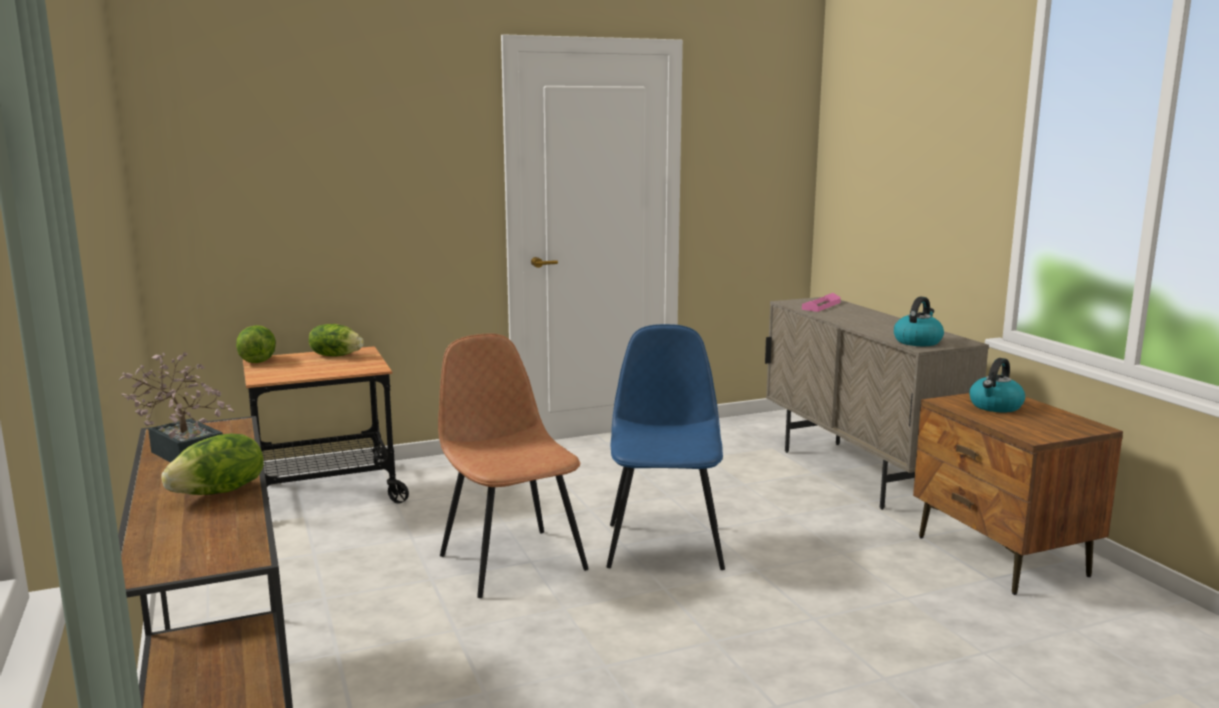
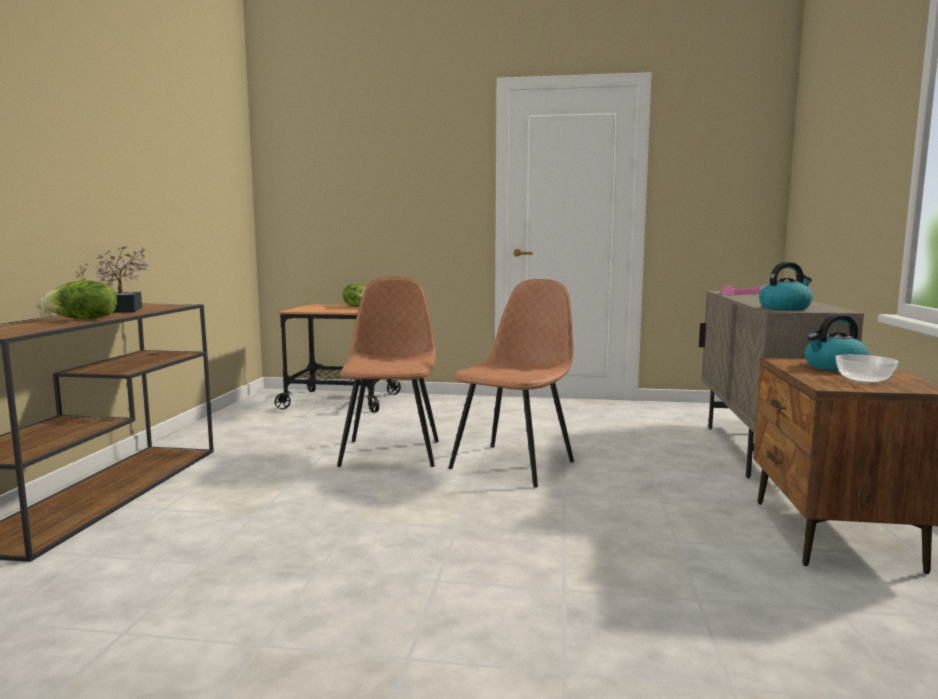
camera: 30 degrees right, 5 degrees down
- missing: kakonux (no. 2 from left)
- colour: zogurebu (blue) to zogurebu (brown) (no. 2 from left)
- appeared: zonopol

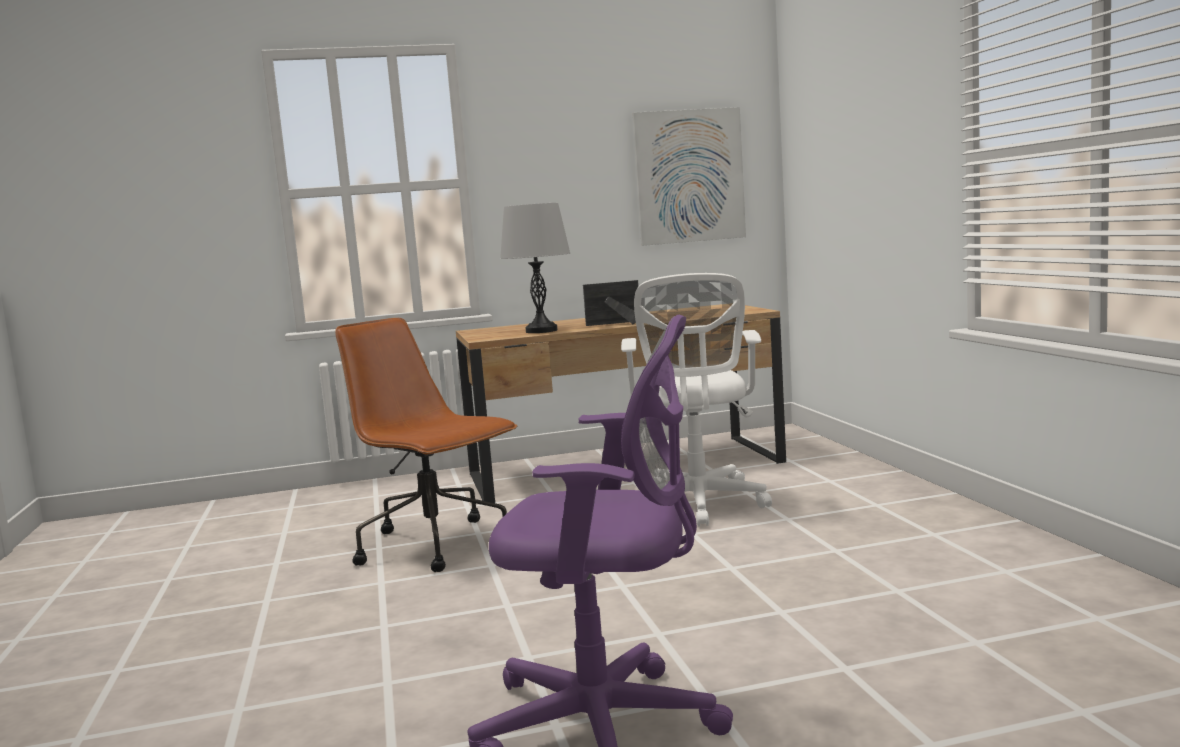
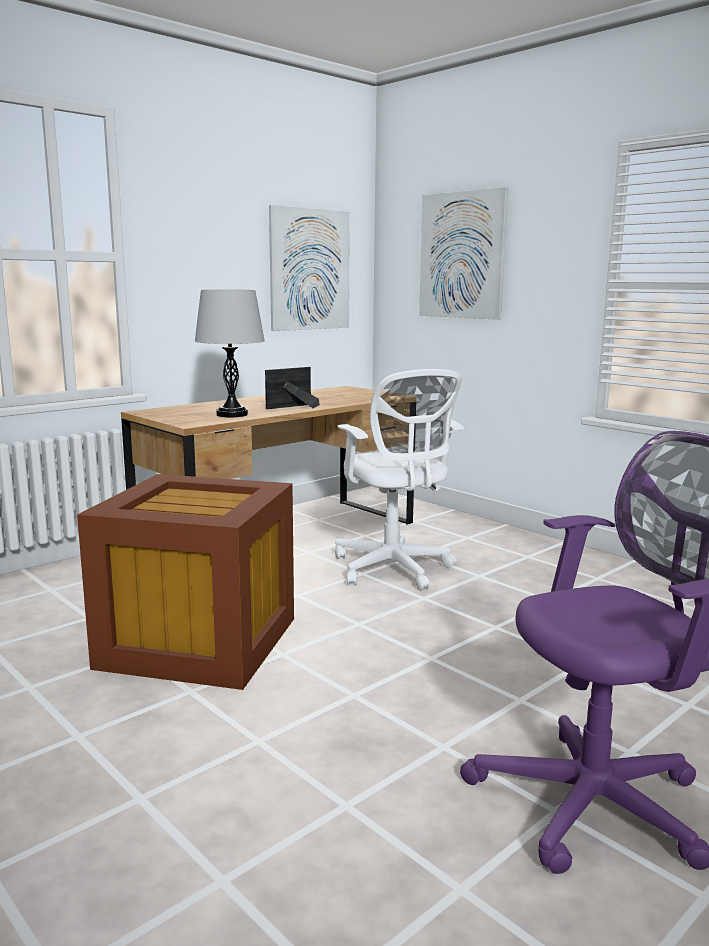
camera: 30 degrees left, 5 degrees up
- exchanged: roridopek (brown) to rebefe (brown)
- appeared: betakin (no. 2 from left)

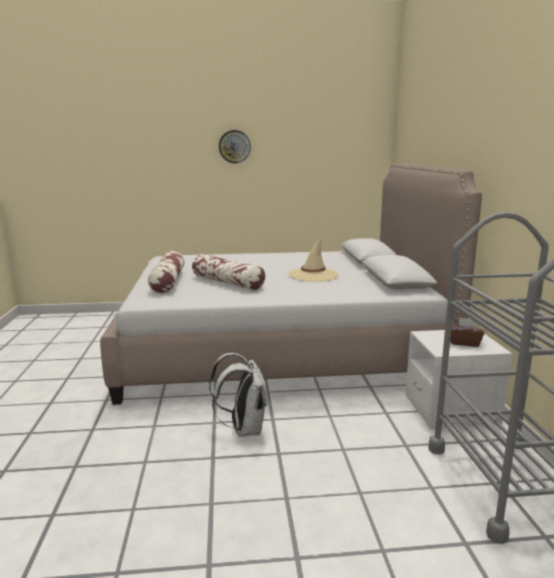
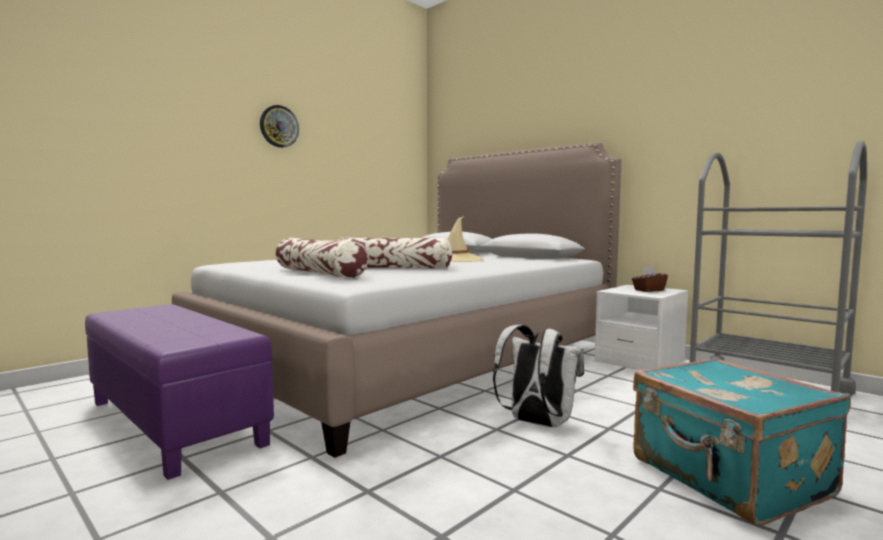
camera: 40 degrees left, 10 degrees down
- appeared: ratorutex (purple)
- appeared: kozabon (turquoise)

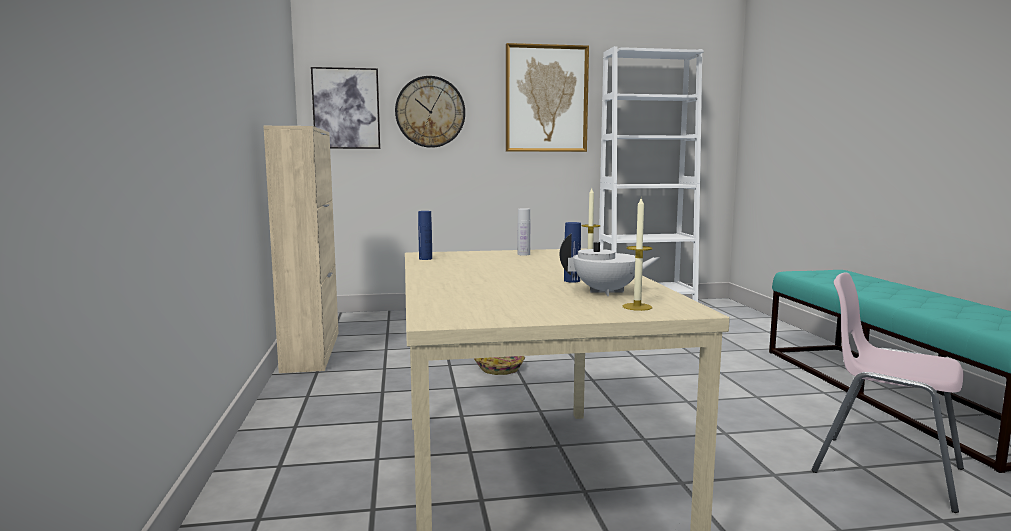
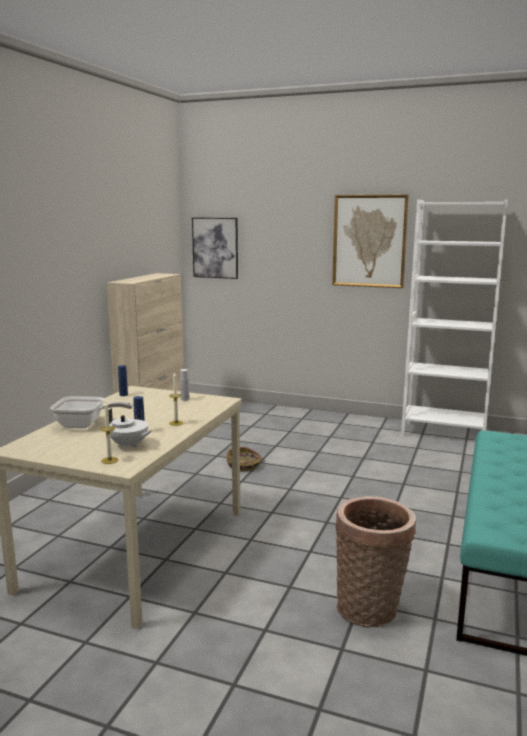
camera: 30 degrees right, 5 degrees up
- missing: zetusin
- exchanged: zogurebu (pink) to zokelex (no. 2 from left)
- appeared: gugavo

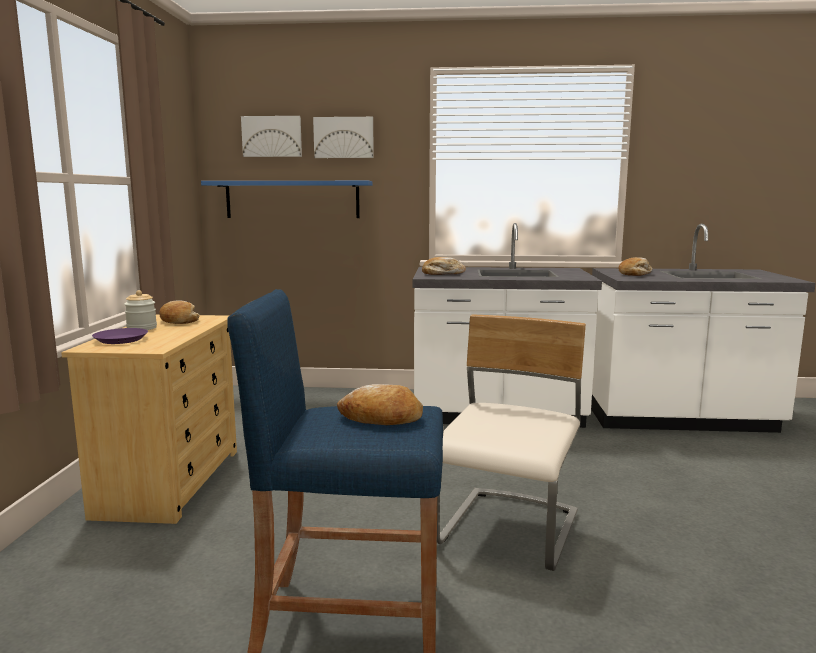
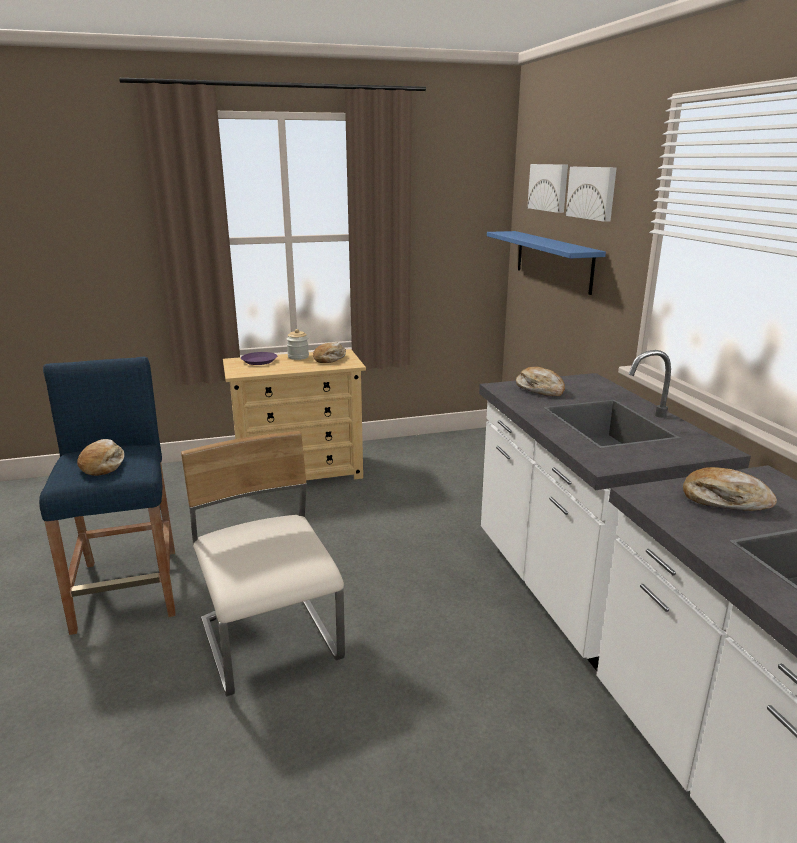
camera: 70 degrees right, 10 degrees up
- spun: zogurebu (beige) 120 degrees counterclockwise

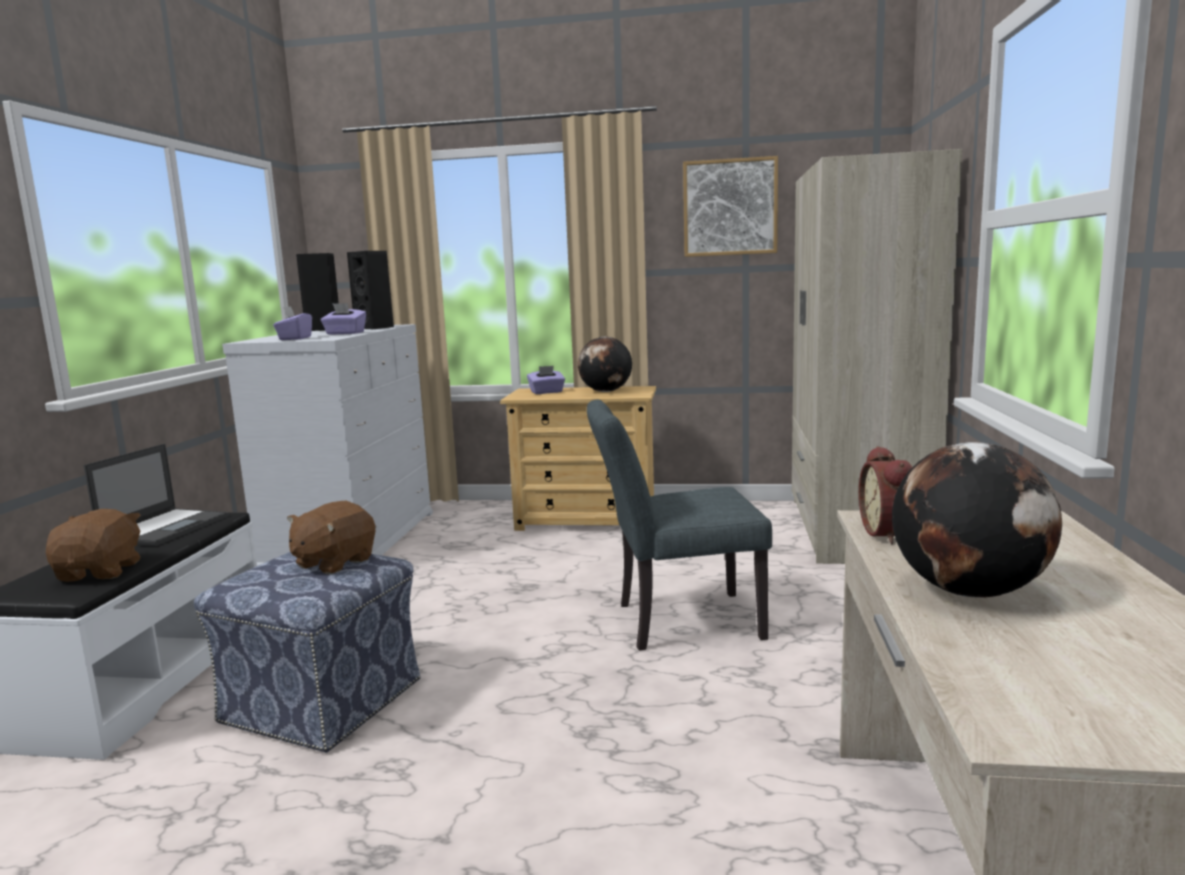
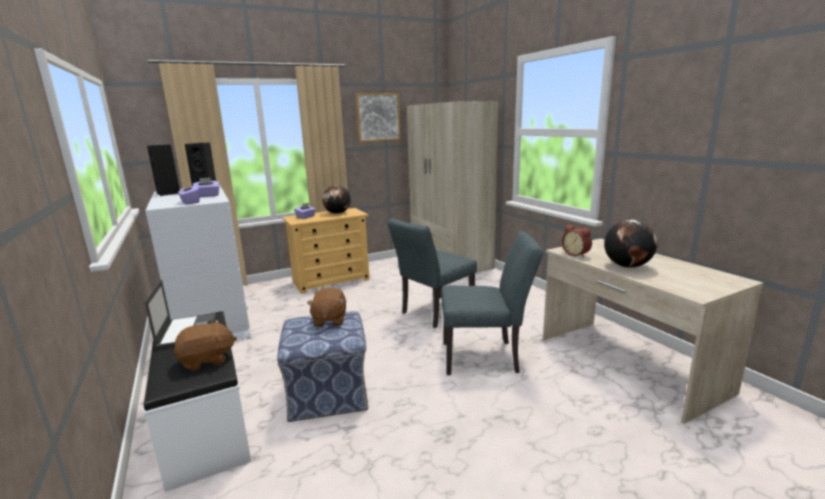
camera: 35 degrees left, 5 degrees up
- spun: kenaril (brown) (no. 1 from left) 105 degrees clockwise
- appeared: zogurebu (grey) (no. 2 from left)

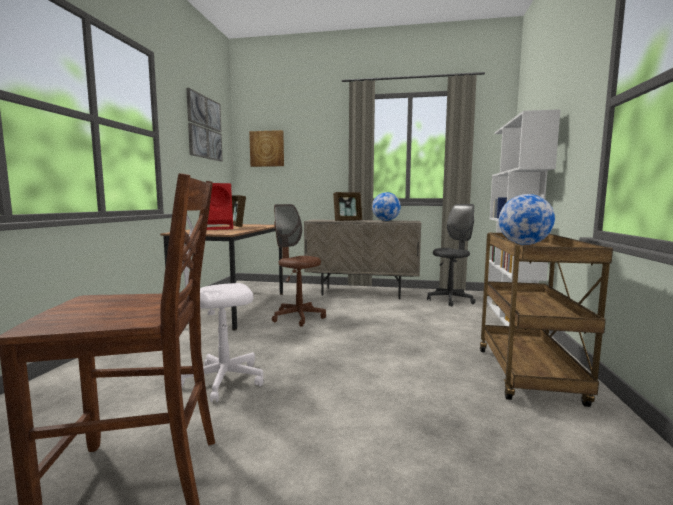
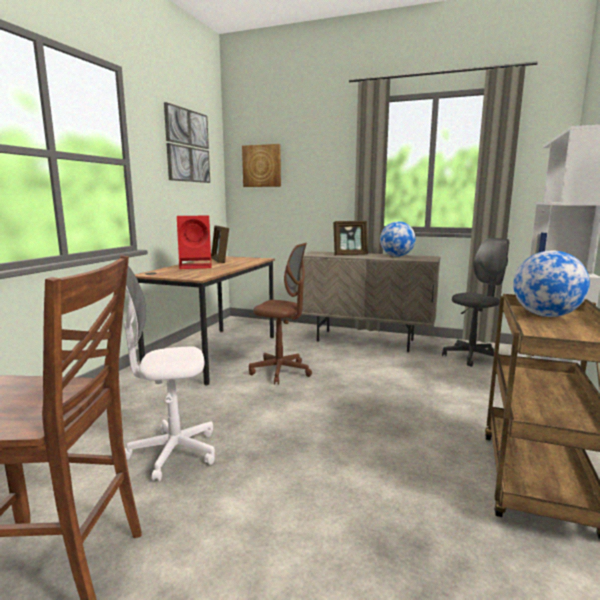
camera: 10 degrees right, 5 degrees up
- spun: roridopek (brown) 150 degrees clockwise

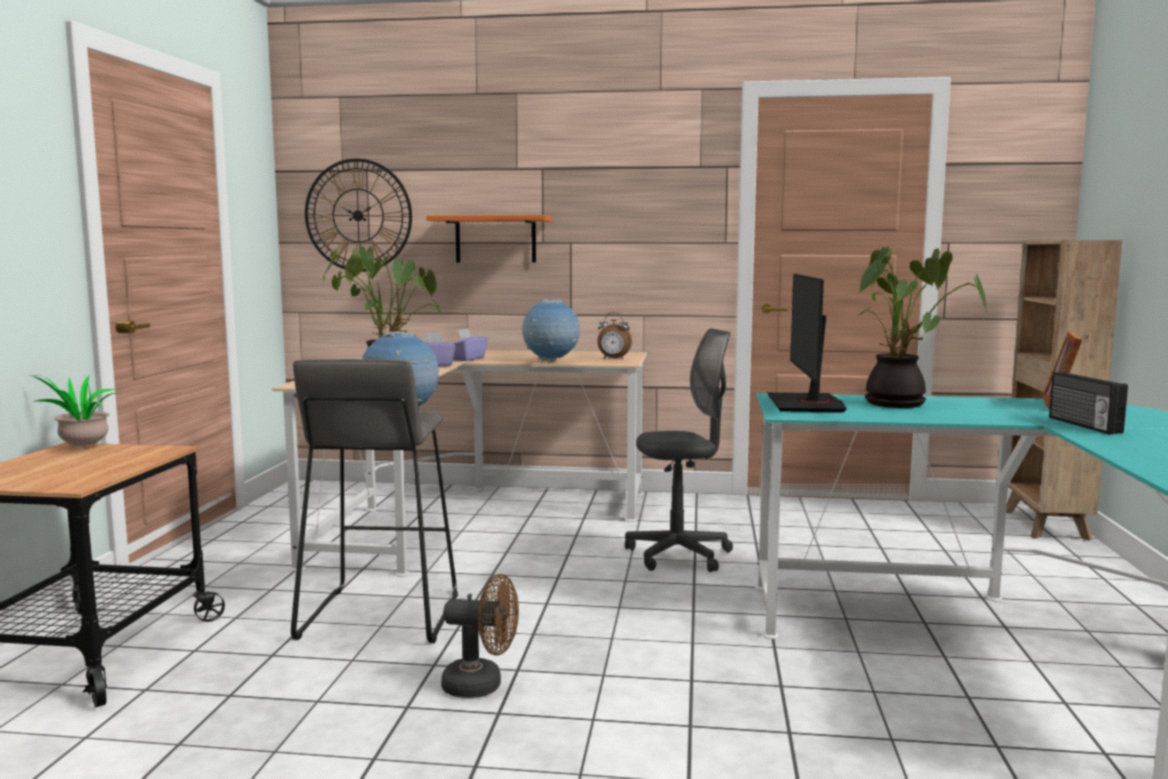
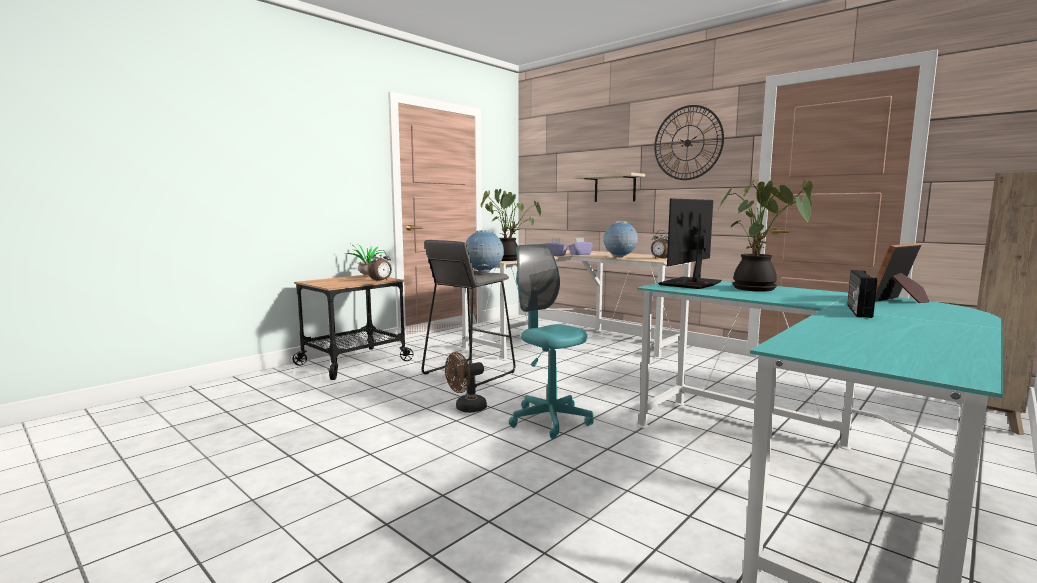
camera: 35 degrees right, 0 degrees up
- relocated: zetusin
- colour: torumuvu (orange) to torumuvu (beige)
- spun: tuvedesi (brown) 105 degrees clockwise
- missing: roridopek (grey)
- appeared: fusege (no. 1 from left)
- appeared: roridopek (turquoise)

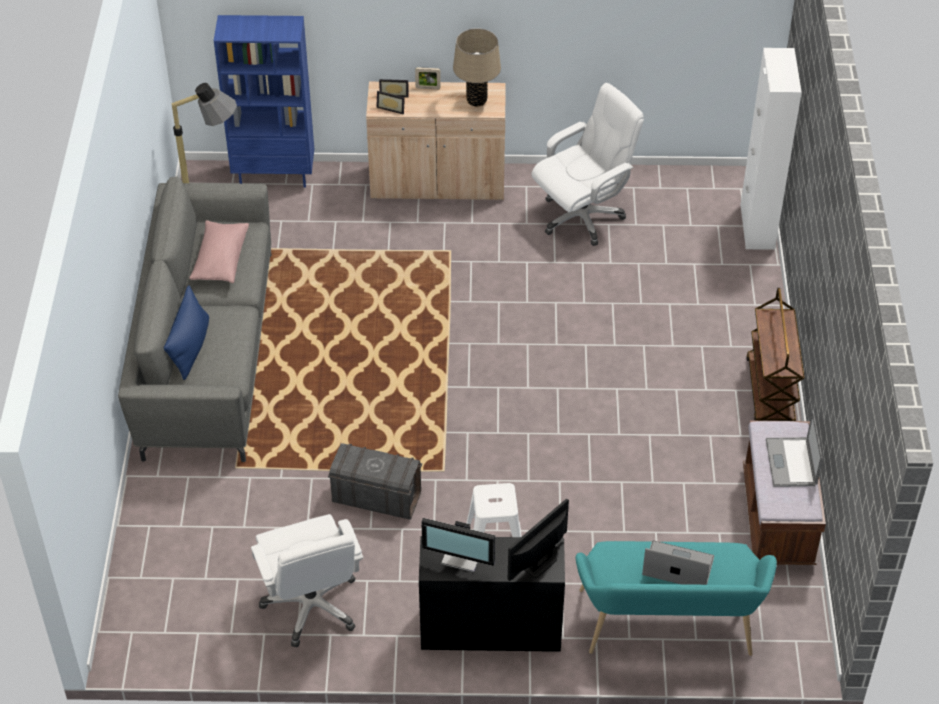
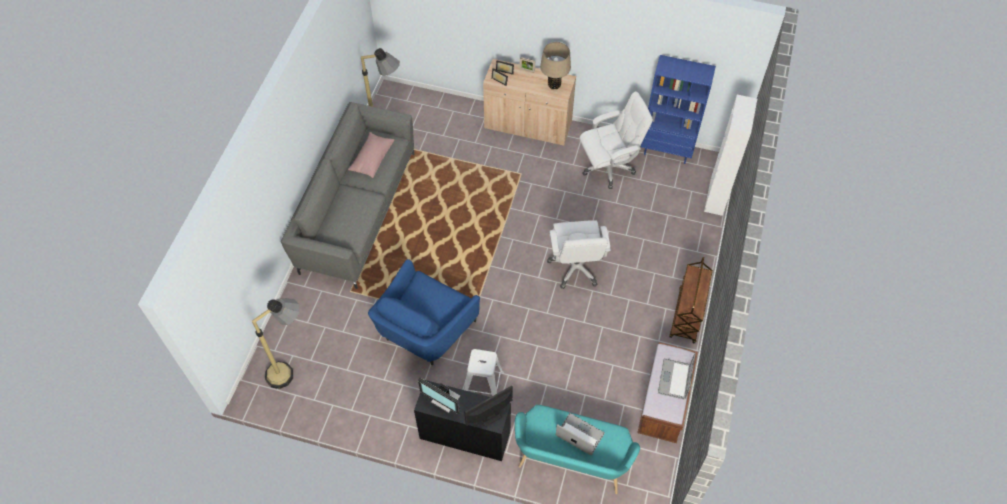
camera: 15 degrees right, 10 degrees up
- missing: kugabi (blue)
- relocated: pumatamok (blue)
- relocated: roridopek (white) (no. 1 from left)
- exchanged: rebefe (grey) to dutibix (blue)
- appeared: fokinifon (no. 1 from left)

